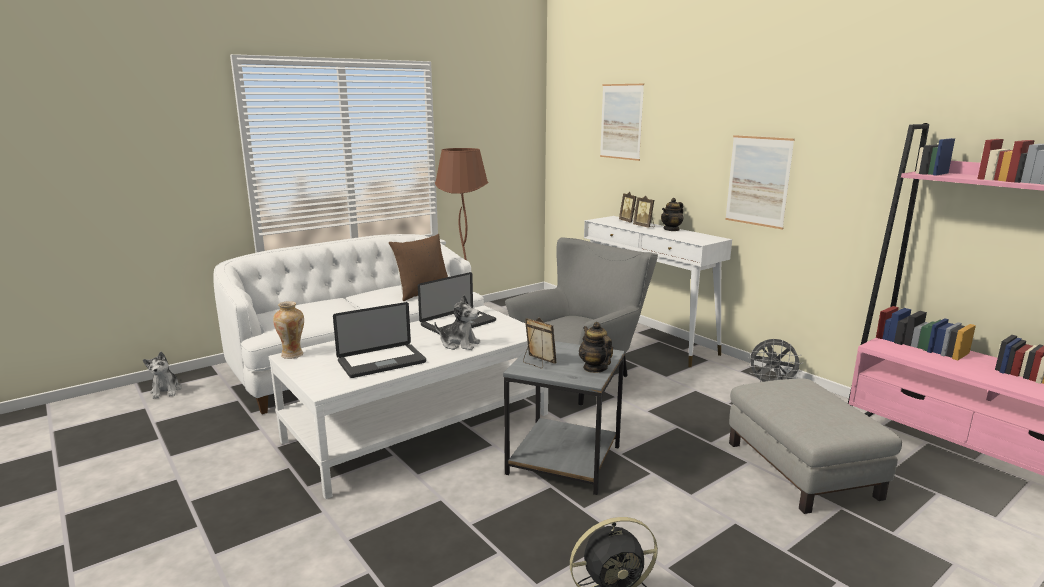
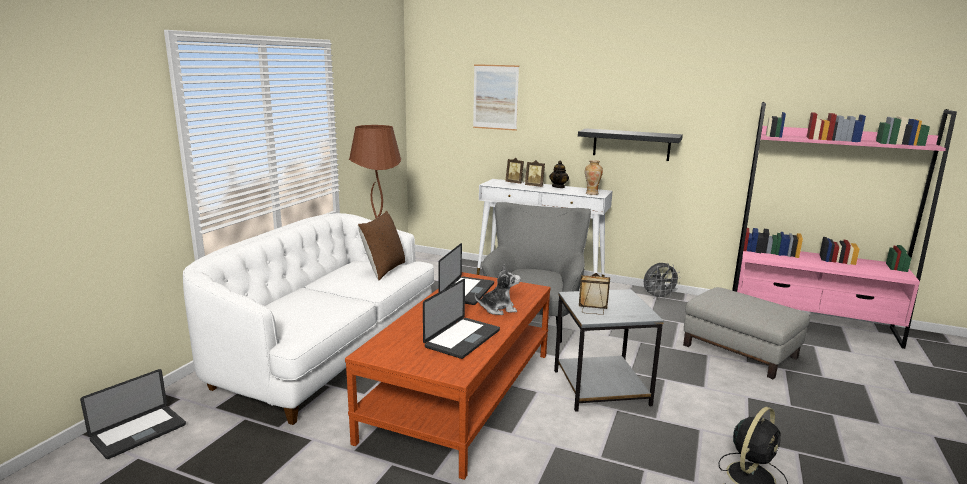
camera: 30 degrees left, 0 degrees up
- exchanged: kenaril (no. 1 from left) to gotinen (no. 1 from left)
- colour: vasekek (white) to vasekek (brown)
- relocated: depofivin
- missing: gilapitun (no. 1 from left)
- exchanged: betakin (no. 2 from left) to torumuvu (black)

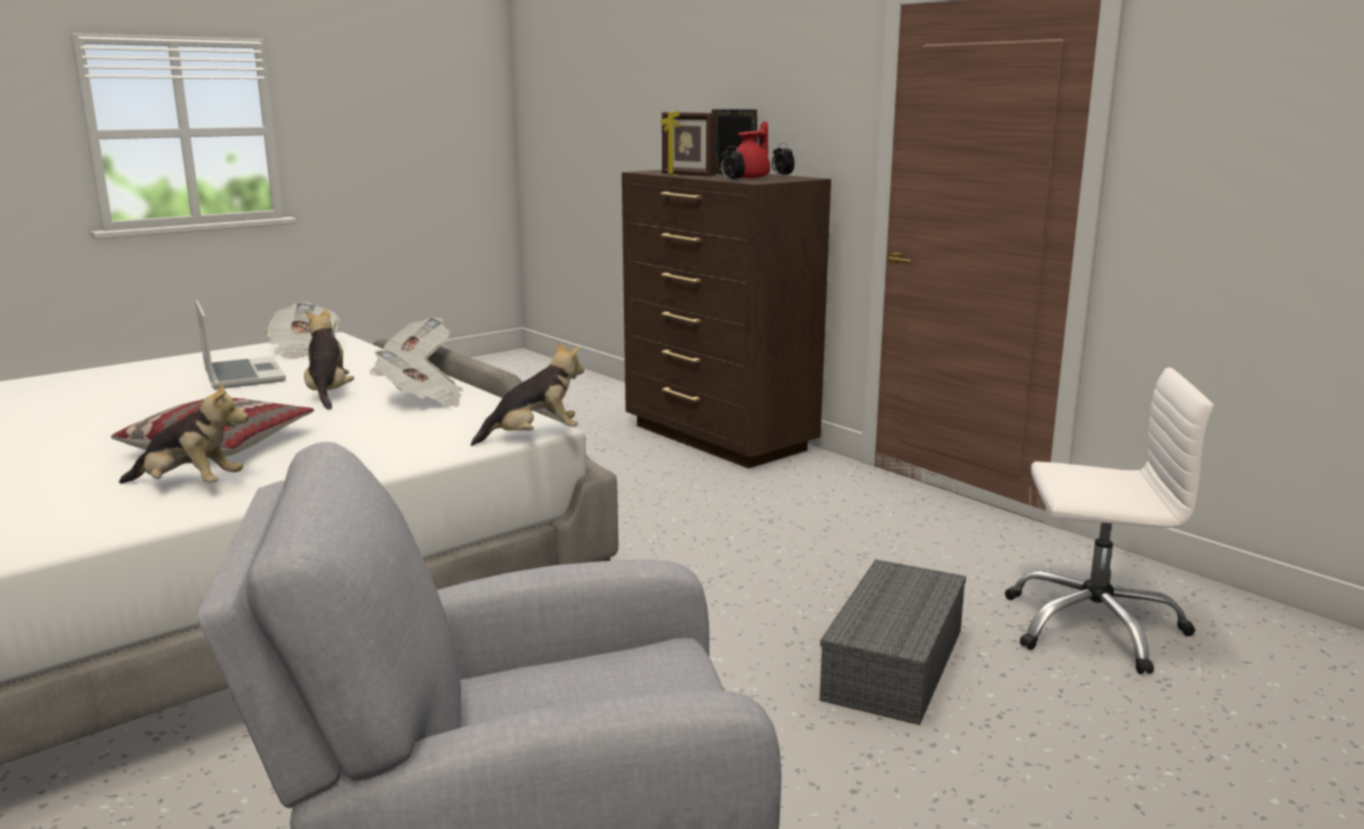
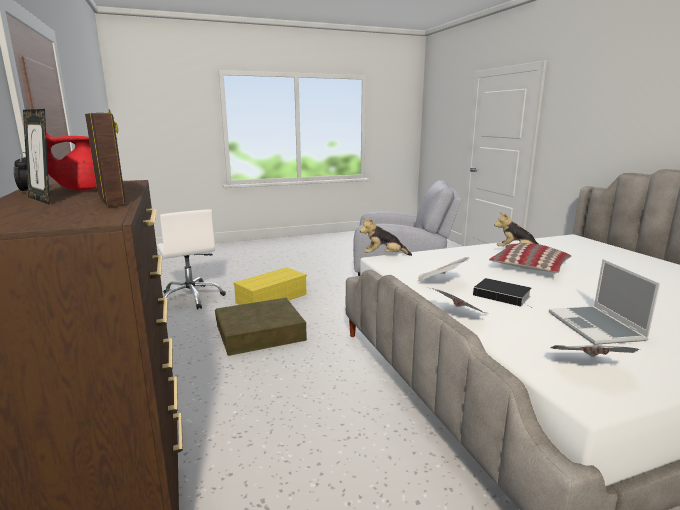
camera: 160 degrees left, 0 degrees up
- exchanged: kenaril (no. 2 from left) to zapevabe
- missing: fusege (no. 1 from left)
- colour: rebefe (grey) to rebefe (yellow)
- spun: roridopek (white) 150 degrees counterclockwise
- appeared: rebefe (brown)

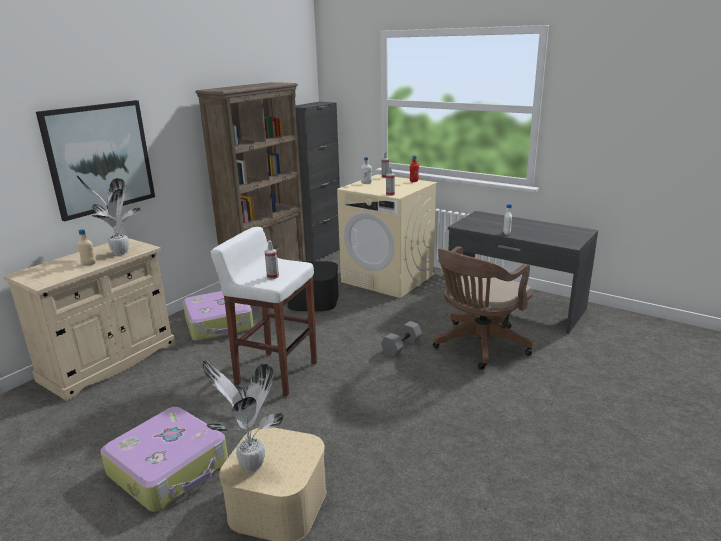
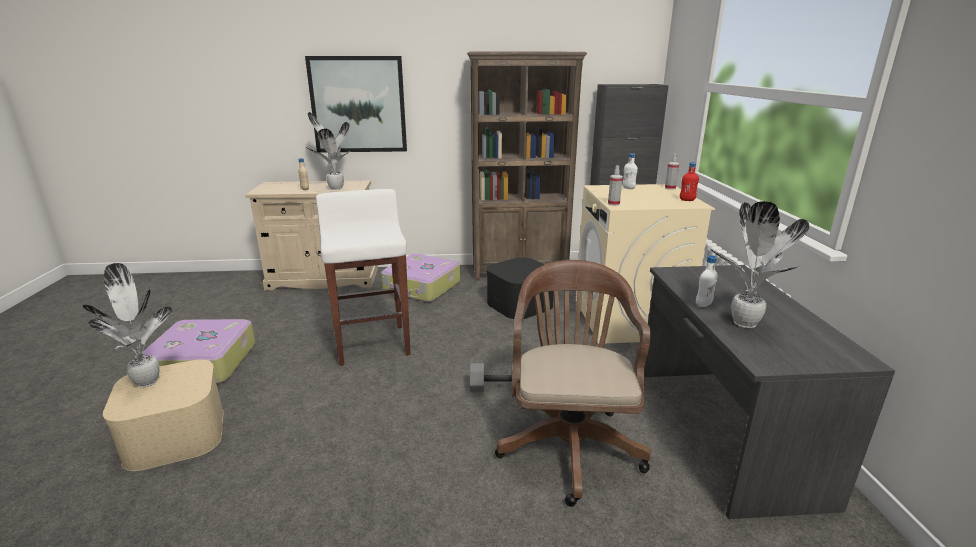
camera: 50 degrees right, 0 degrees up
- missing: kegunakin (no. 1 from left)
- spun: roridopek (brown) 90 degrees clockwise
- appeared: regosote (no. 3 from left)

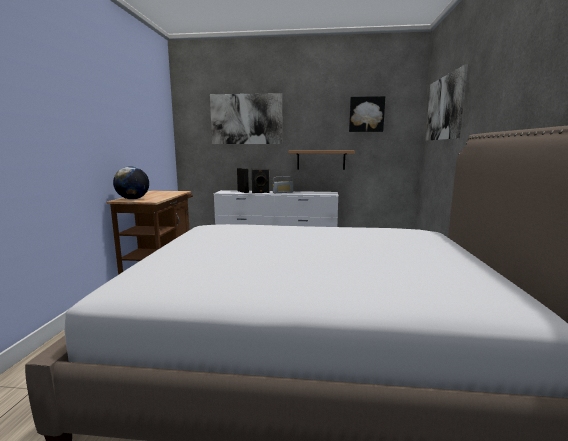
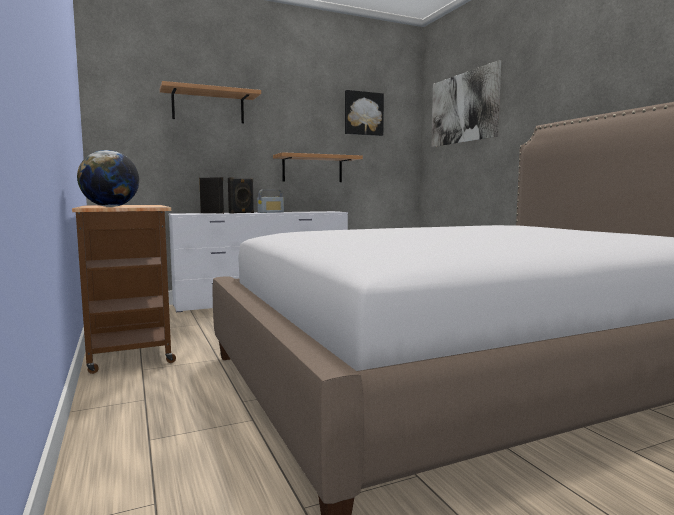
camera: 30 degrees left, 5 degrees down
- exchanged: betakin (no. 1 from left) to torumuvu (no. 1 from left)

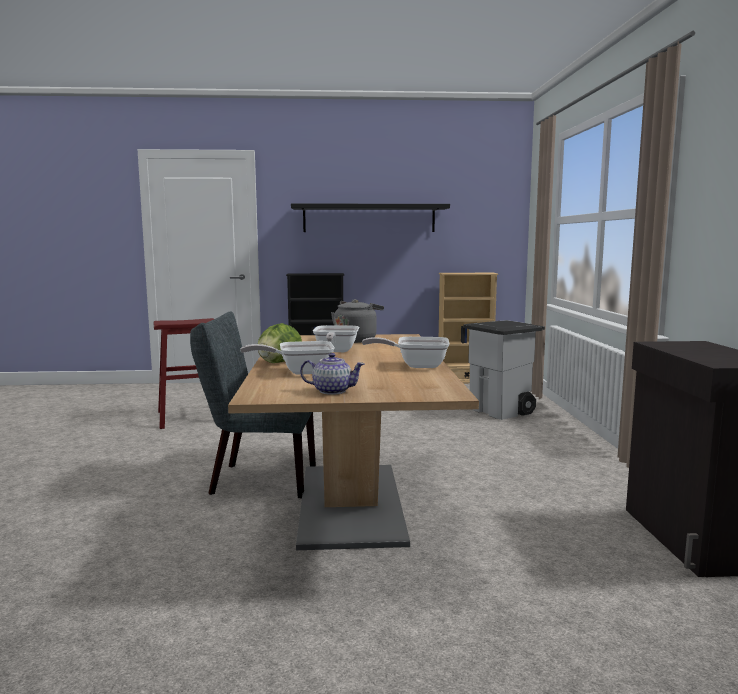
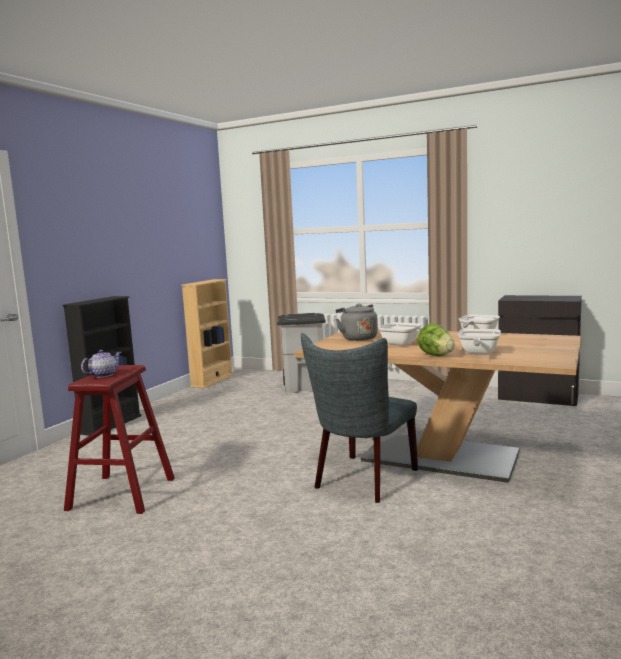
camera: 60 degrees left, 0 degrees up
- missing: torumuvu (black)
- relocated: gilapitun

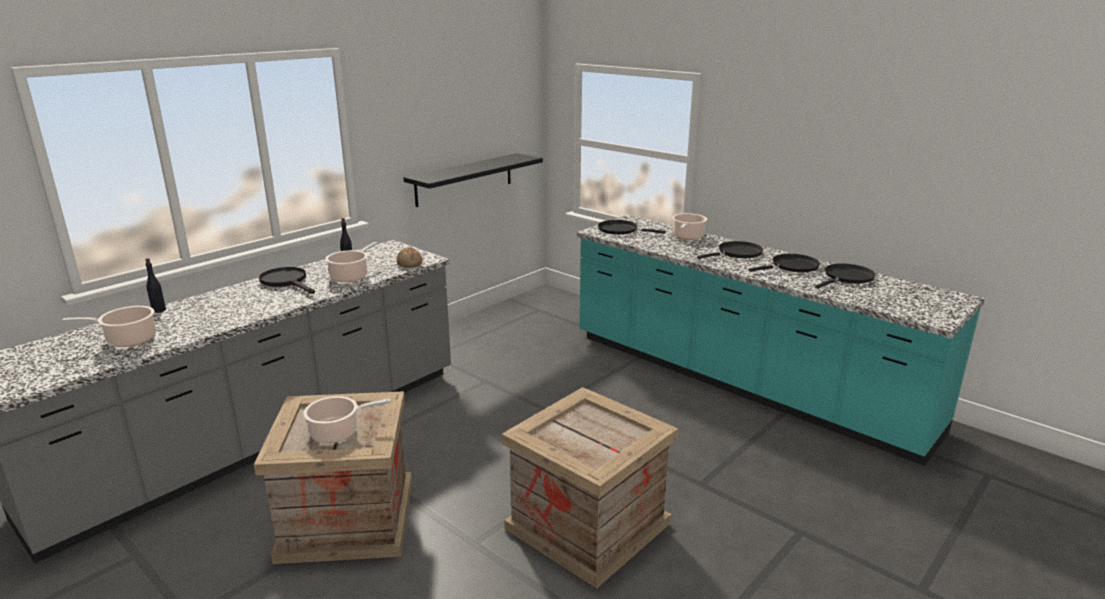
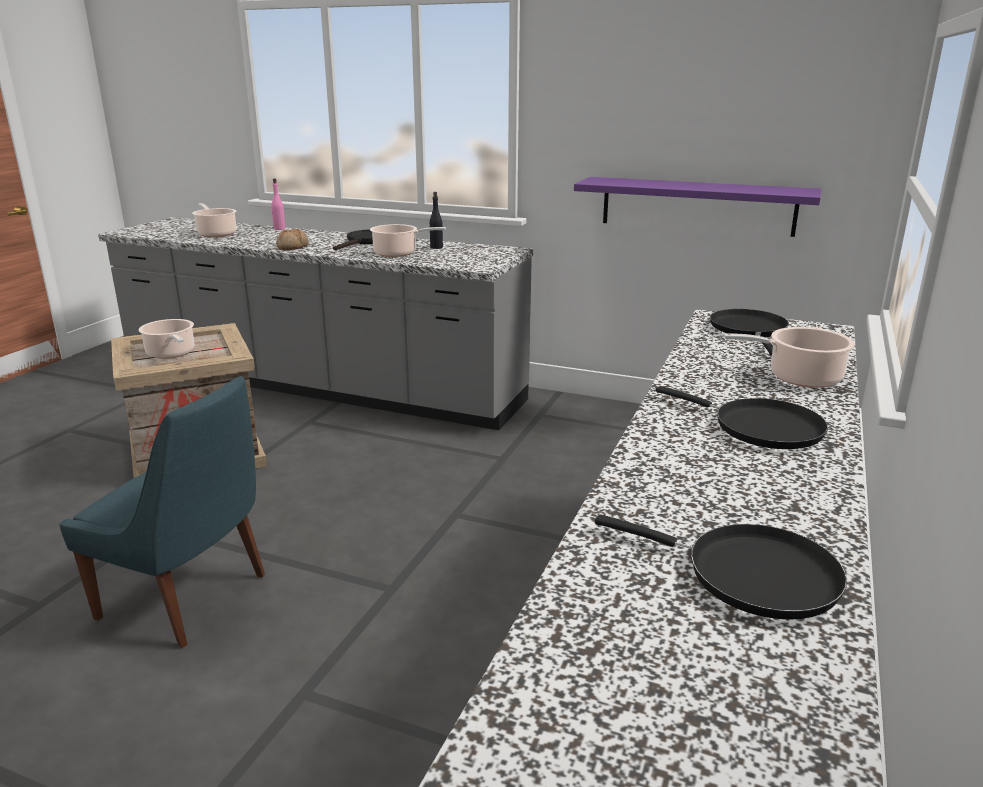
camera: 70 degrees right, 0 degrees up
- colour: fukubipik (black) (no. 1 from left) to fukubipik (pink)
- relocated: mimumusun
- colour: torumuvu (black) to torumuvu (purple)
- exchanged: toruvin (no. 2 from left) to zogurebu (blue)
- missing: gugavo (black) (no. 4 from left)

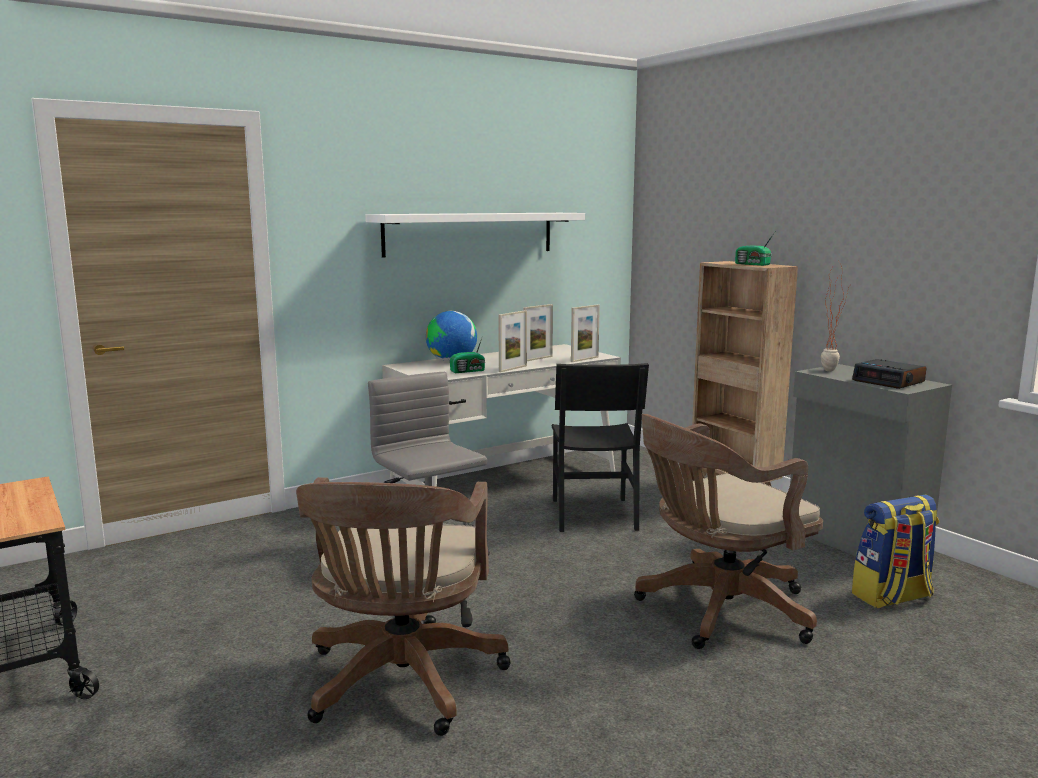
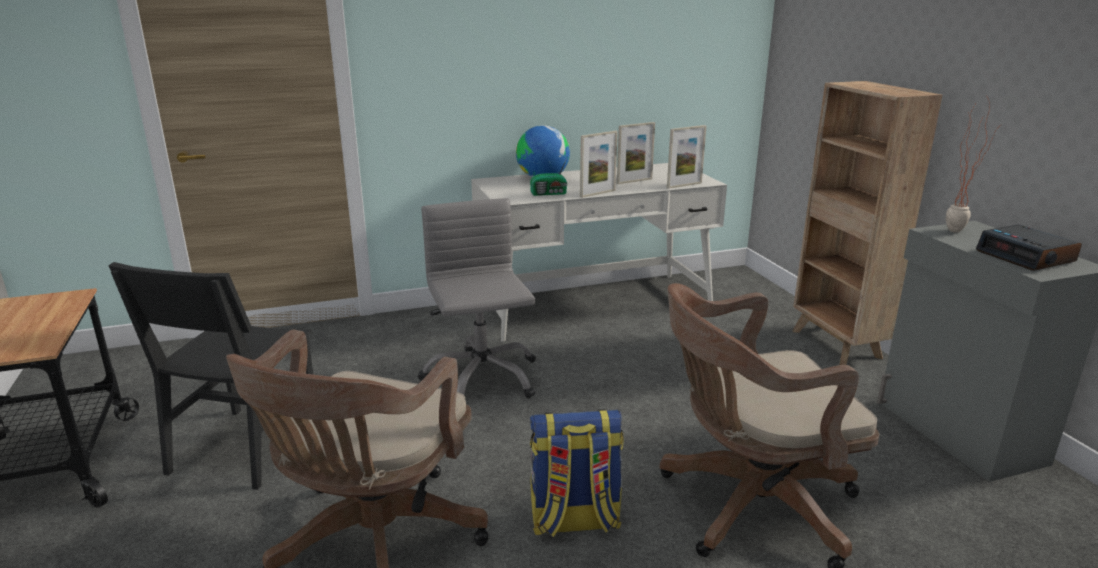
camera: 15 degrees right, 10 degrees up
- missing: torumuvu (white)
- relocated: zogurebu (black)
- missing: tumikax (no. 2 from left)
- relocated: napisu

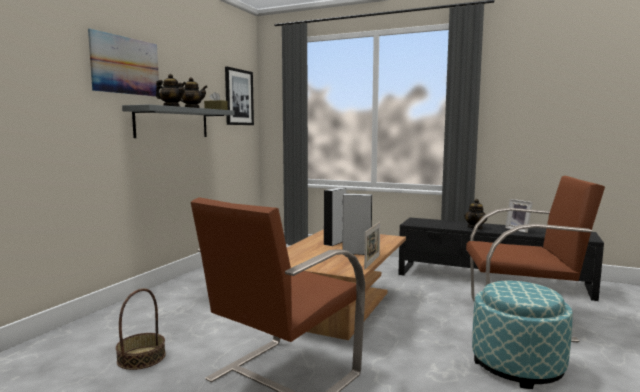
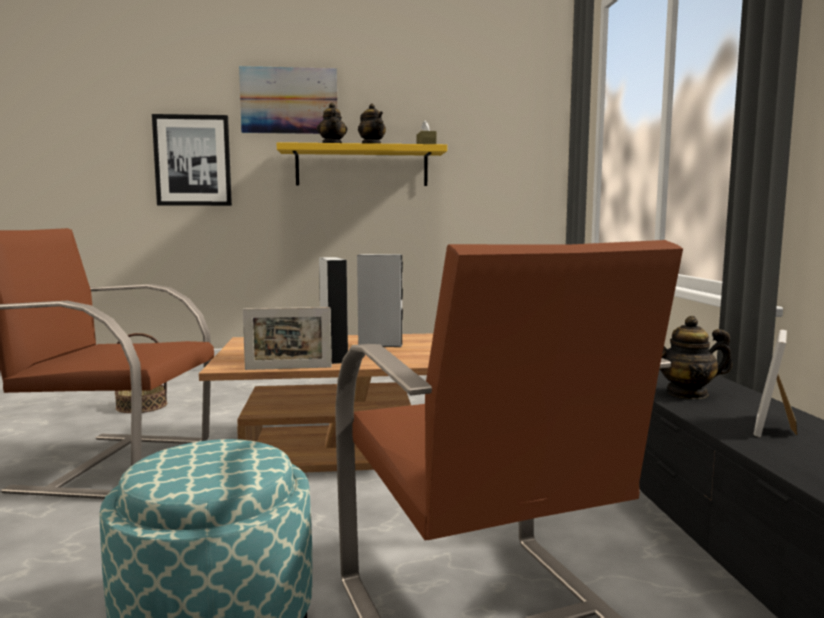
camera: 60 degrees right, 0 degrees up
- colour: torumuvu (grey) to torumuvu (yellow)
- relocated: betakin (no. 2 from left in the first image) to betakin (no. 1 from left)

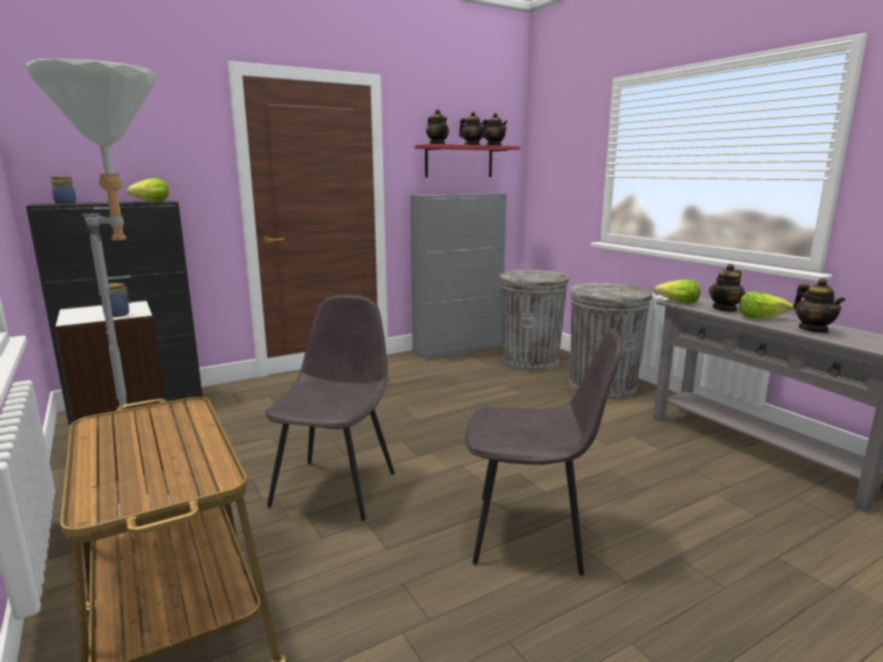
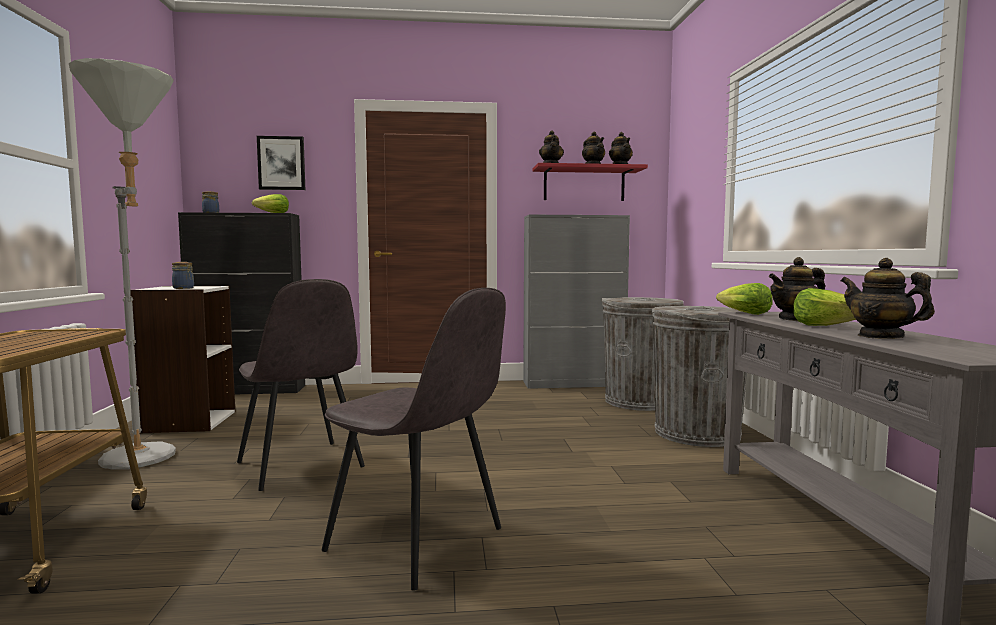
camera: 25 degrees right, 10 degrees down
- spun: zogurebu (grey) (no. 1 from left) 105 degrees clockwise
- spun: gilapitun (no. 5 from left) 135 degrees clockwise
- appeared: betakin

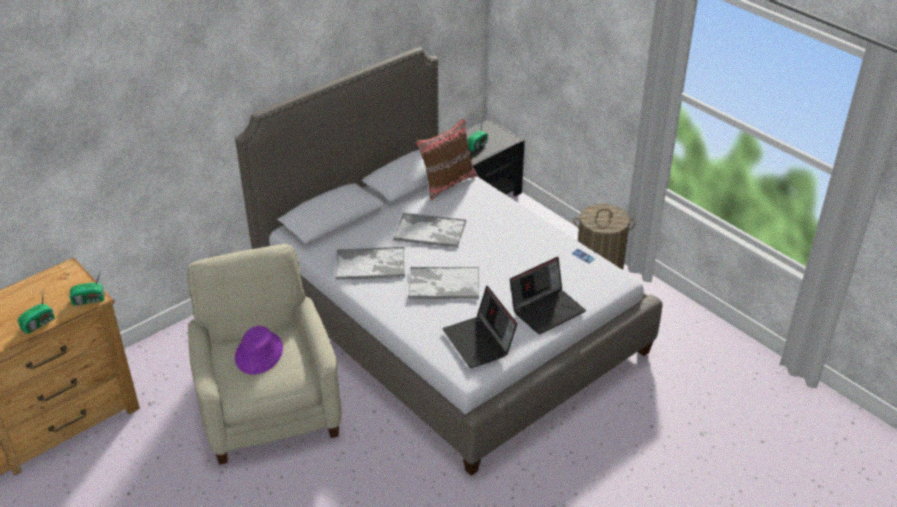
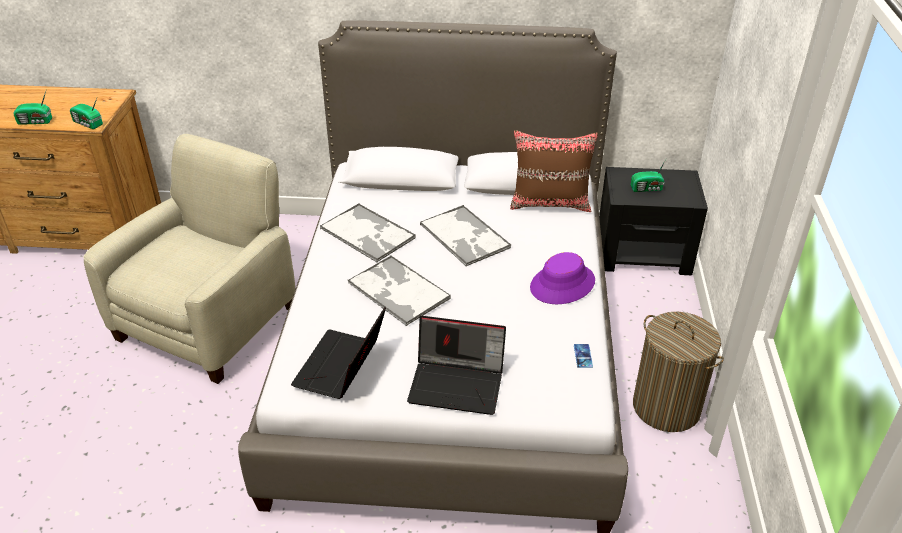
camera: 45 degrees right, 0 degrees up
- relocated: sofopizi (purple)

